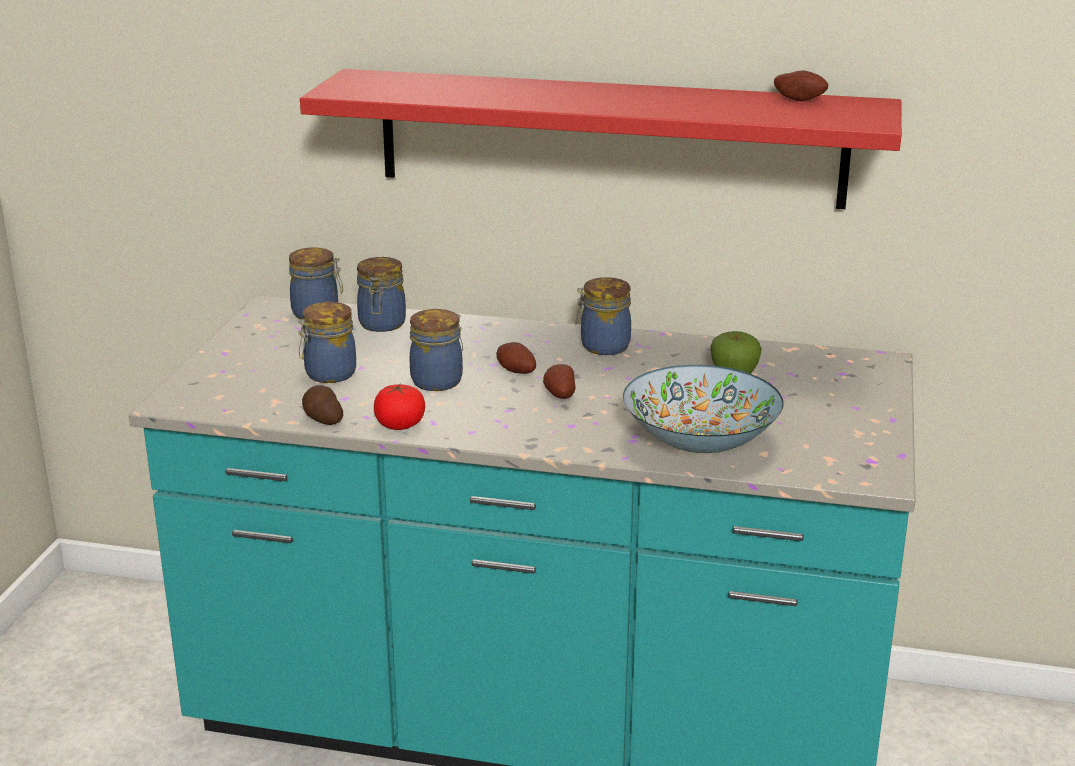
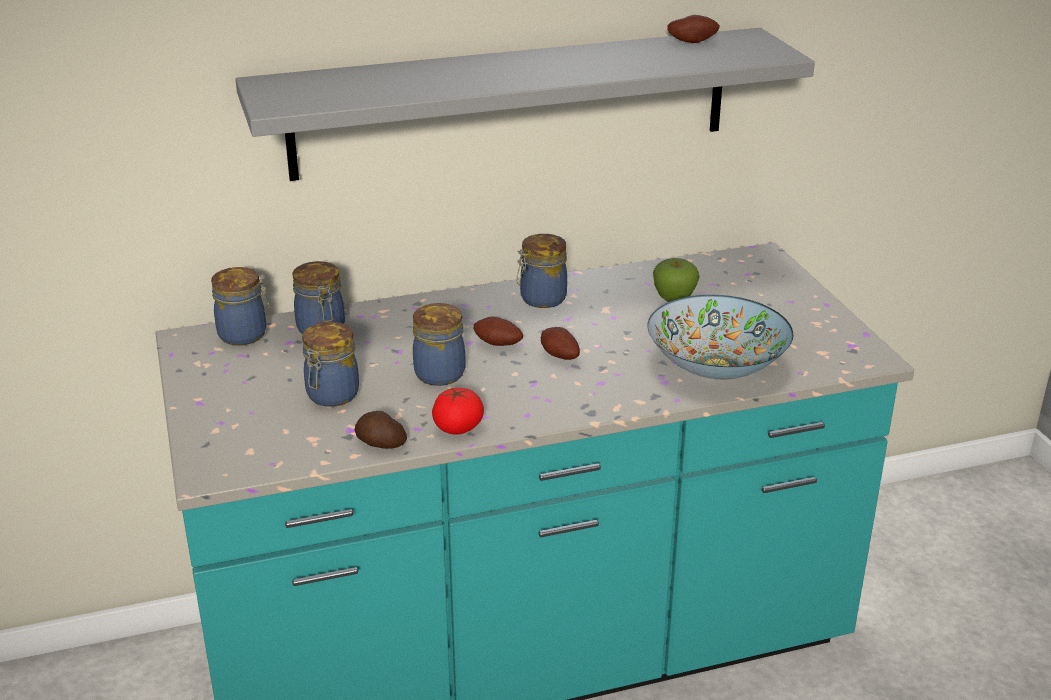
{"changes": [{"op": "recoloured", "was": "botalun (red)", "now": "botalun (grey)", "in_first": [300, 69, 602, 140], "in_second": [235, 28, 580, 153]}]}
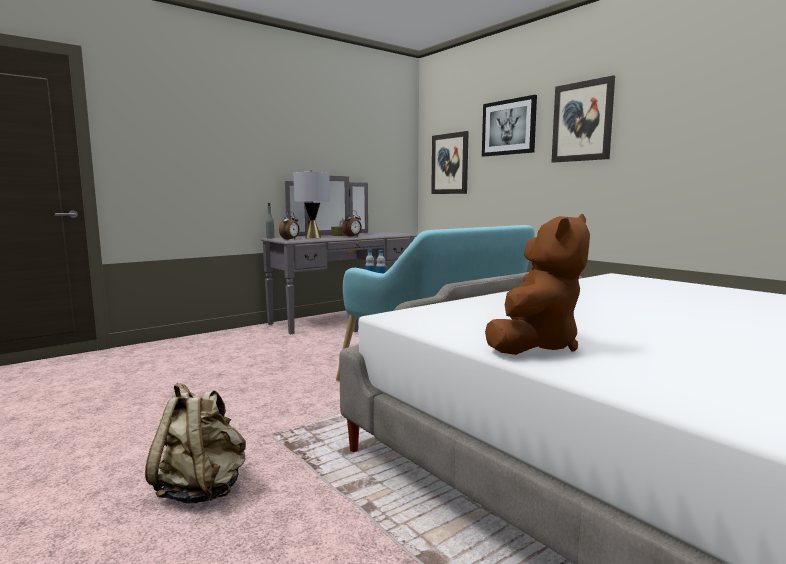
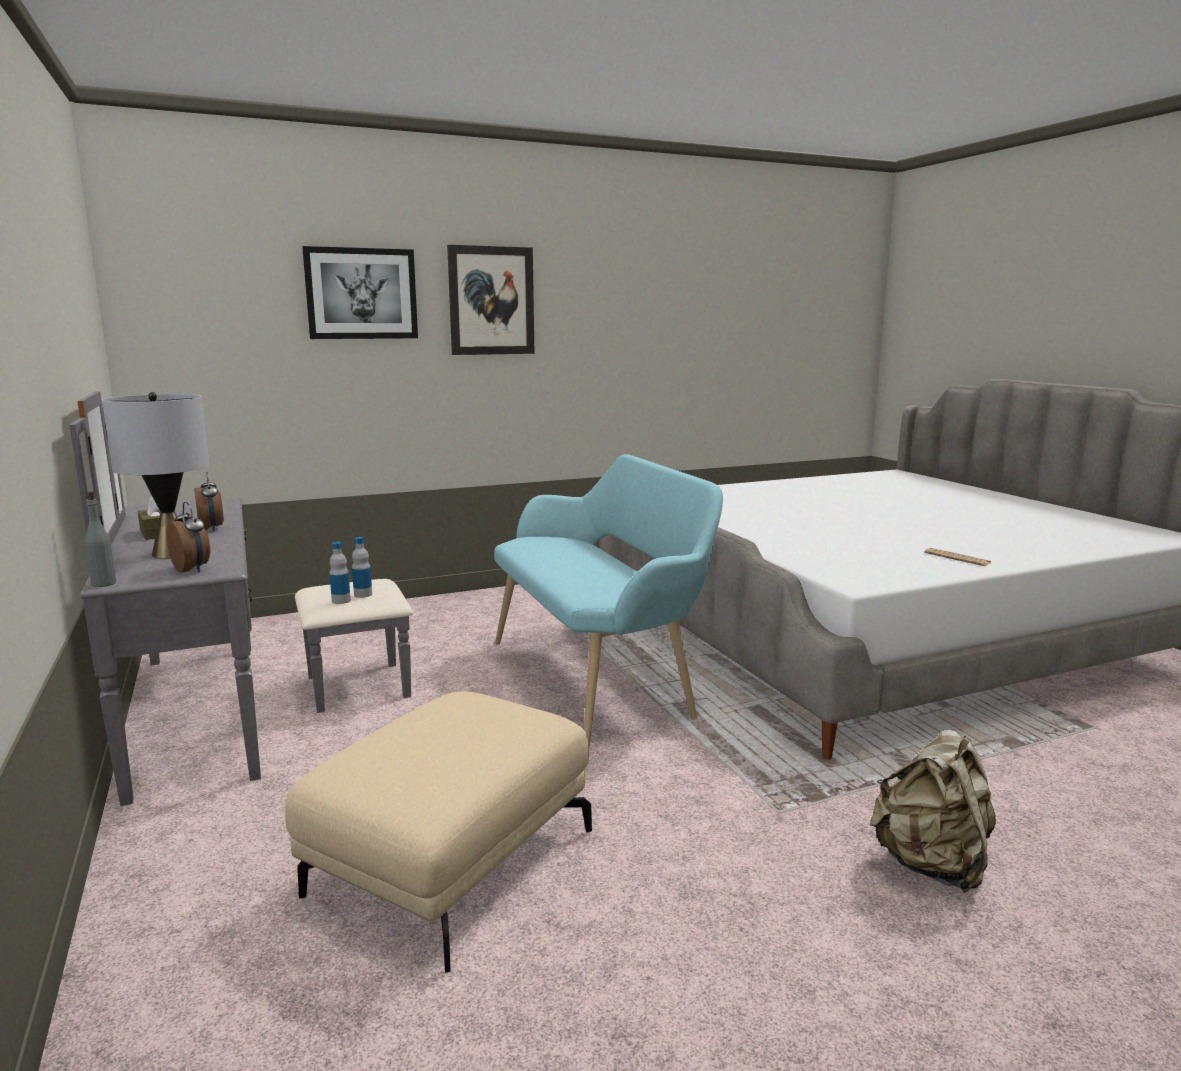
{"changes": [{"op": "removed", "was": "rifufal", "in_first": [431, 131, 38, 63]}, {"op": "added", "now": "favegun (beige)", "in_second": [285, 692, 307, 281]}, {"op": "replaced", "was": "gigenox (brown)", "now": "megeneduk", "in_first": [485, 214, 105, 141], "in_second": [925, 548, 66, 18]}]}
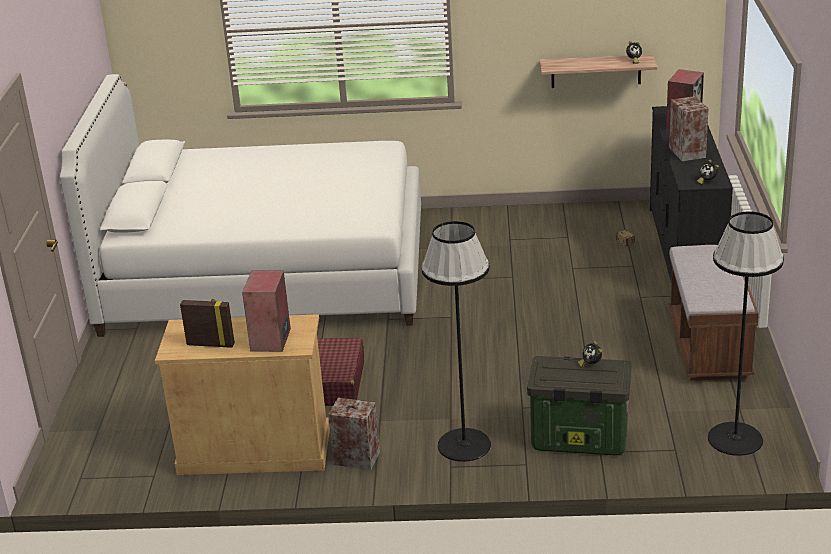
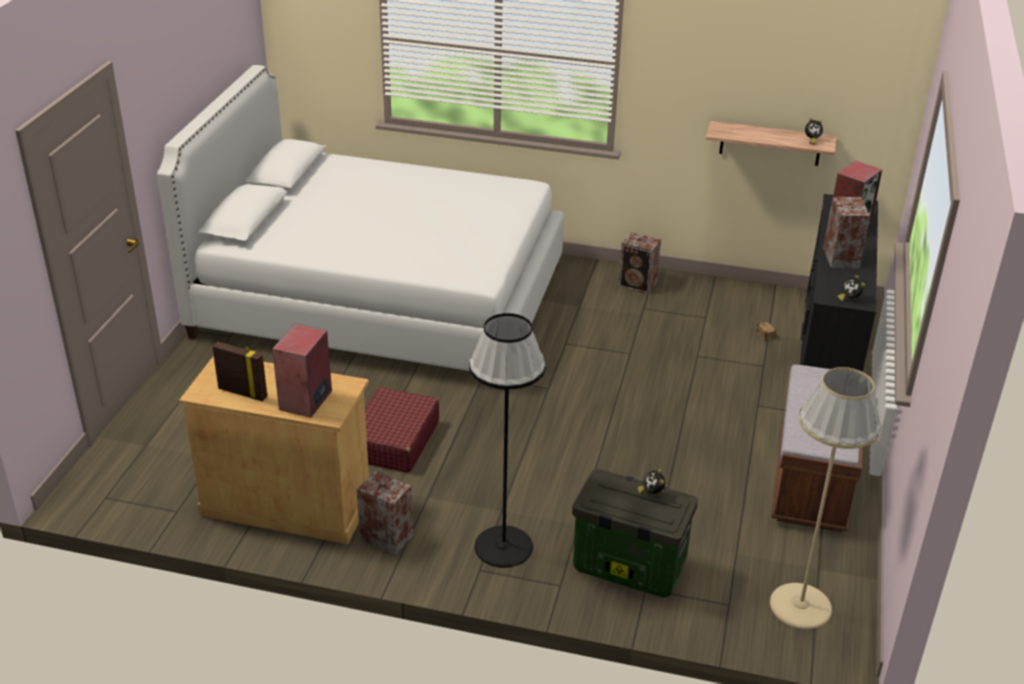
{"changes": [{"op": "added", "now": "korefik", "in_second": [618, 232, 43, 62]}, {"op": "recoloured", "was": "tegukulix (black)", "now": "tegukulix (beige)", "in_first": [708, 211, 76, 245], "in_second": [770, 367, 112, 262]}]}
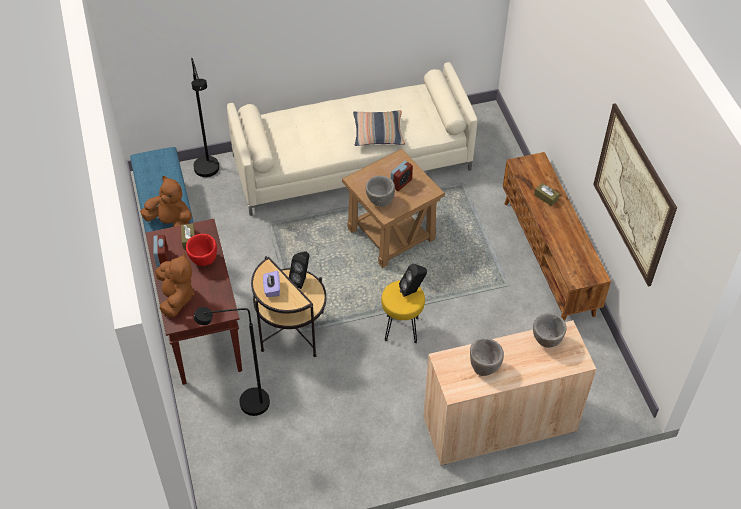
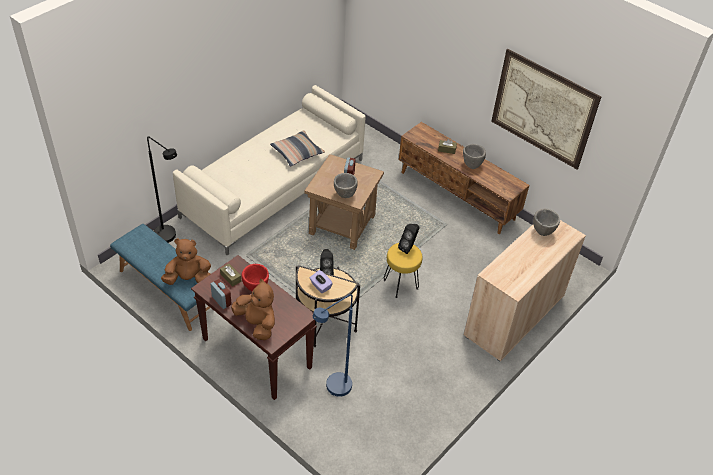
{"changes": [{"op": "moved", "was": "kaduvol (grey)", "in_first": [470, 338, 34, 38], "in_second": [463, 144, 23, 25]}, {"op": "recoloured", "was": "tegukulix (black)", "now": "tegukulix (blue)", "in_first": [194, 307, 76, 109], "in_second": [313, 294, 40, 103]}]}
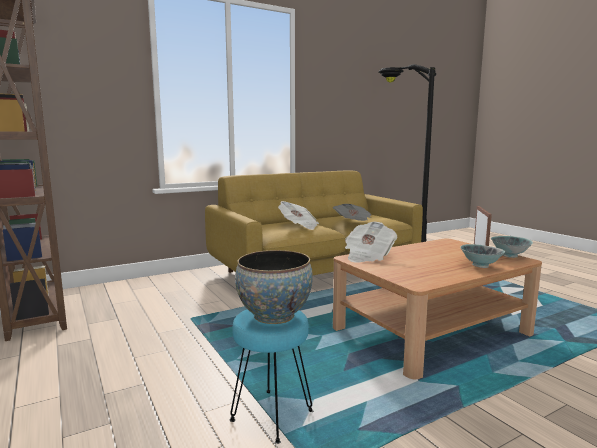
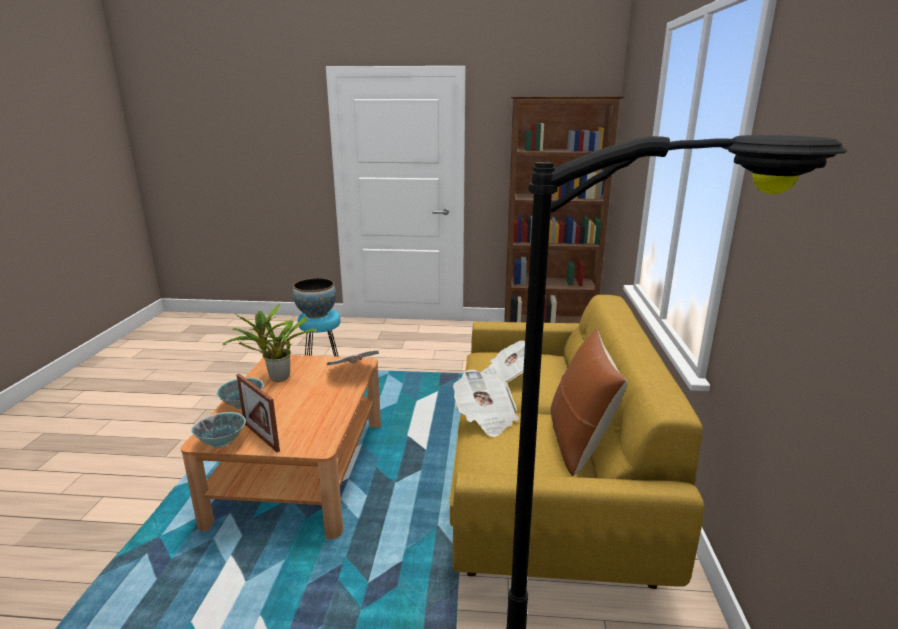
{"changes": [{"op": "added", "now": "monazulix", "in_second": [222, 304, 94, 78]}, {"op": "added", "now": "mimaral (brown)", "in_second": [551, 328, 77, 148]}]}
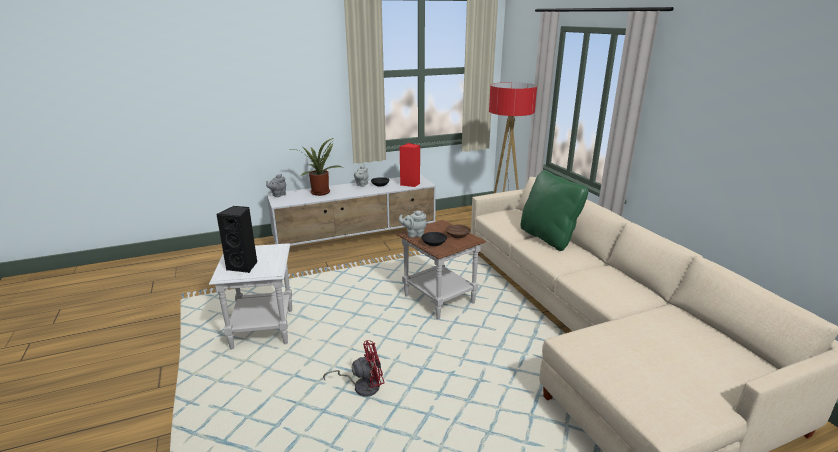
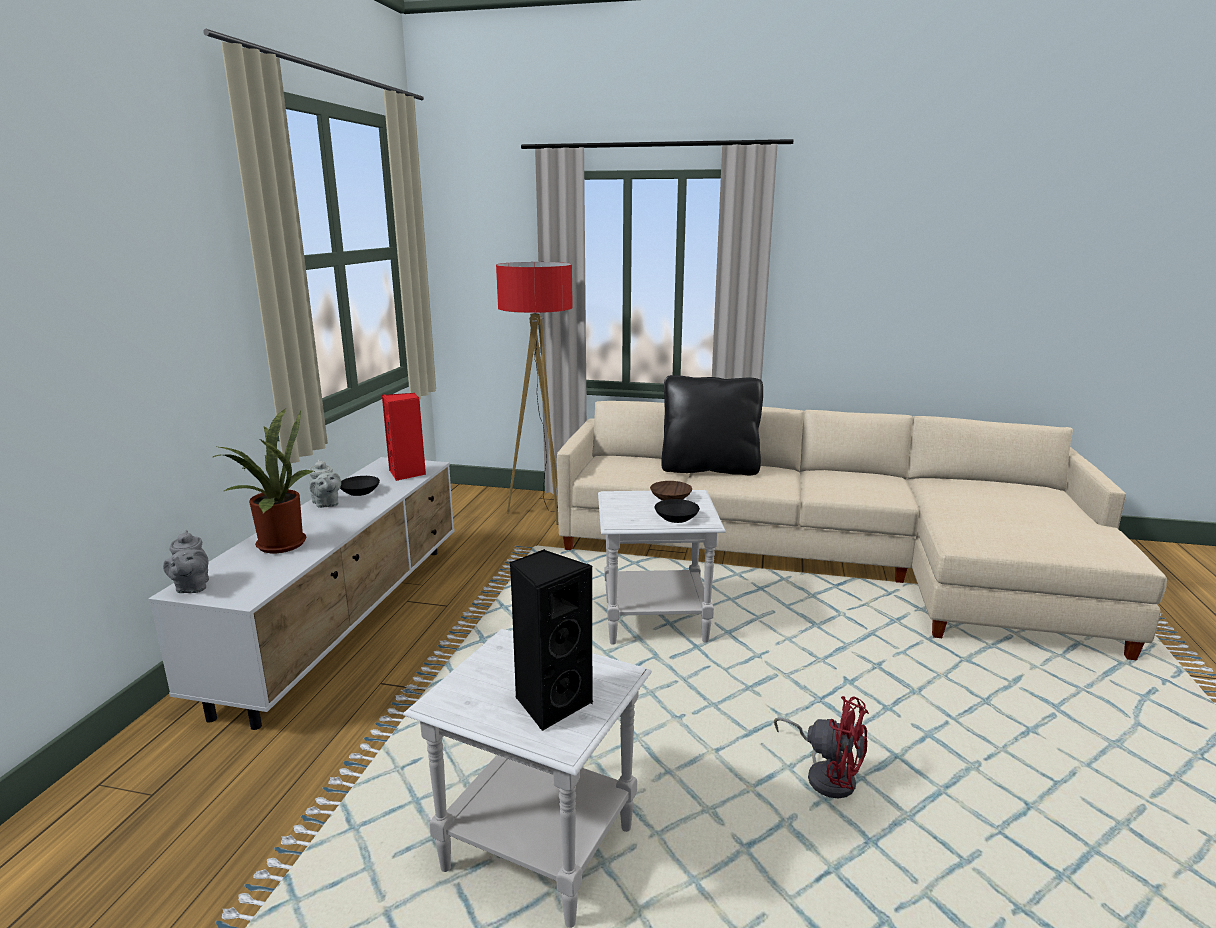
{"changes": [{"op": "removed", "was": "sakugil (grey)", "in_first": [399, 210, 28, 28]}, {"op": "recoloured", "was": "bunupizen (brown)", "now": "bunupizen (white)", "in_first": [397, 220, 89, 99], "in_second": [598, 490, 128, 155]}, {"op": "recoloured", "was": "mimaral (green)", "now": "mimaral (black)", "in_first": [520, 170, 68, 81], "in_second": [661, 375, 102, 100]}, {"op": "turned", "was": "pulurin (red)", "in_first": [323, 340, 62, 56], "in_second": [774, 696, 95, 102], "clockwise": 105}]}
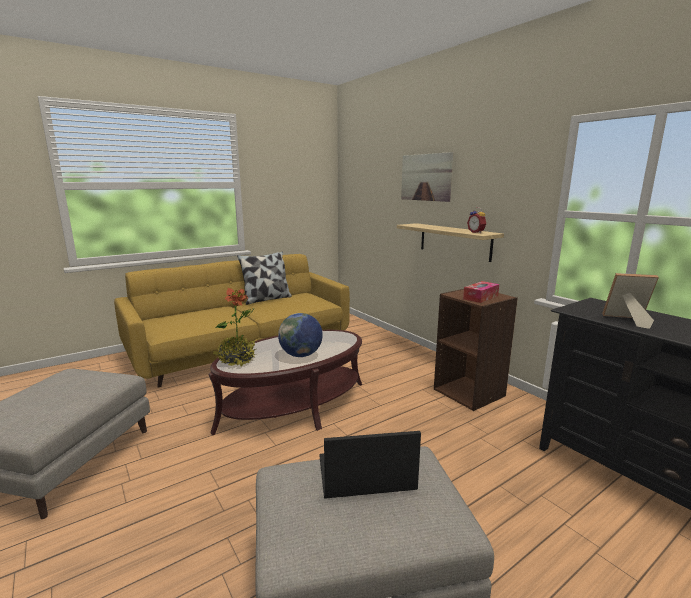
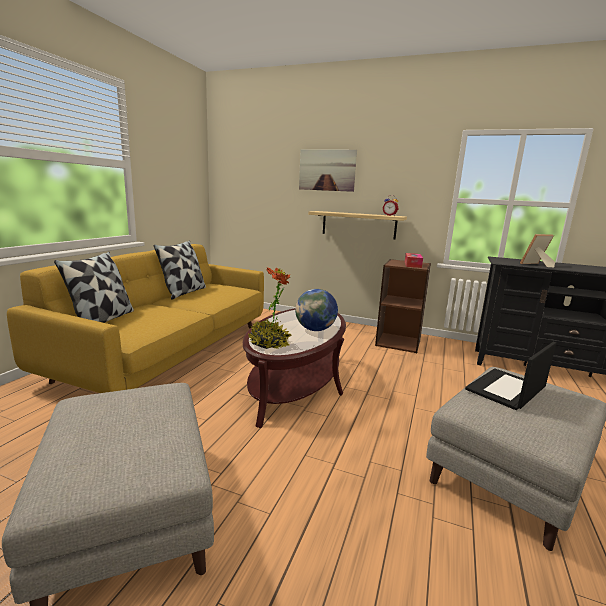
{"changes": [{"op": "added", "now": "mimaral", "in_second": [54, 252, 80, 71]}]}
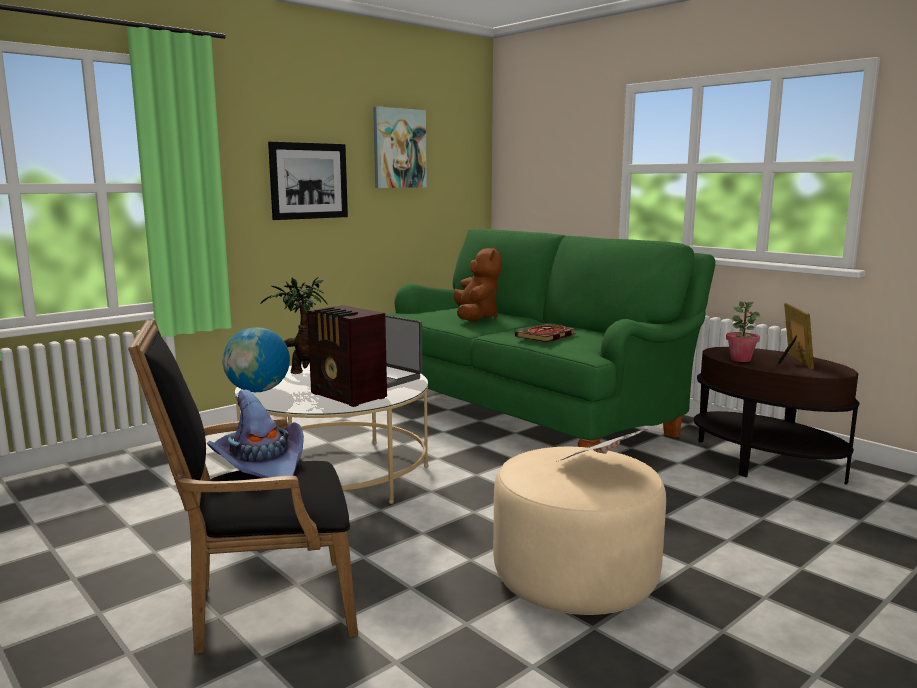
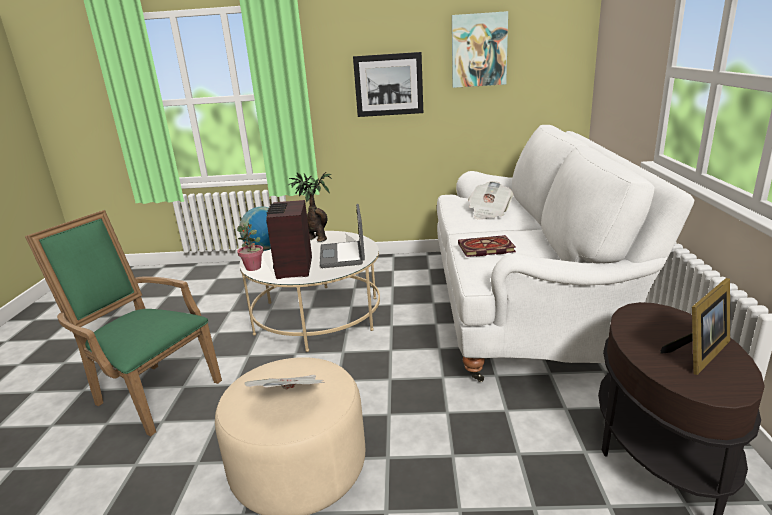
{"changes": [{"op": "removed", "was": "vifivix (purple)", "in_first": [207, 390, 97, 88]}, {"op": "moved", "was": "monazulix", "in_first": [726, 301, 34, 61], "in_second": [237, 223, 27, 48]}, {"op": "replaced", "was": "gigenox (brown)", "now": "megeneduk", "in_first": [454, 246, 47, 75], "in_second": [468, 181, 46, 39]}, {"op": "recoloured", "was": "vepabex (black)", "now": "vepabex (green)", "in_first": [128, 318, 230, 336], "in_second": [25, 210, 197, 226]}, {"op": "recoloured", "was": "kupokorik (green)", "now": "kupokorik (white)", "in_first": [385, 229, 330, 219], "in_second": [437, 125, 257, 257]}]}
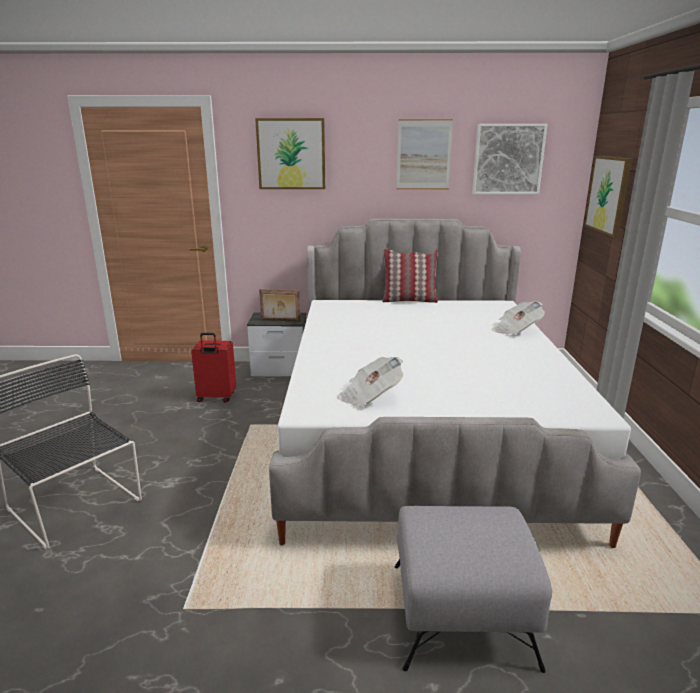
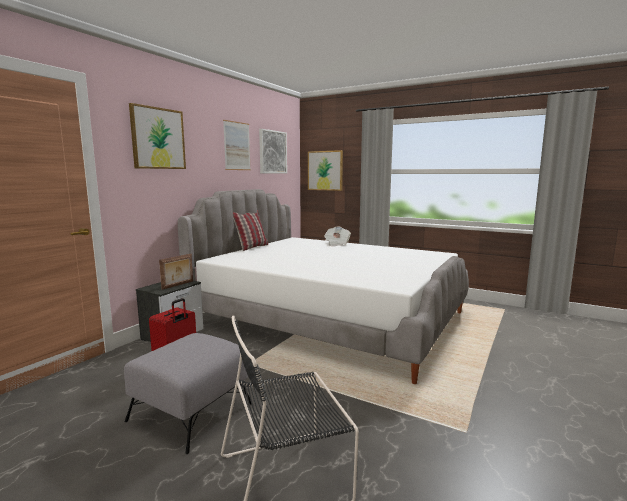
{"changes": [{"op": "removed", "was": "megeneduk", "in_first": [337, 357, 67, 50]}, {"op": "moved", "was": "favegun (grey)", "in_first": [395, 506, 157, 167], "in_second": [124, 333, 127, 121]}]}
